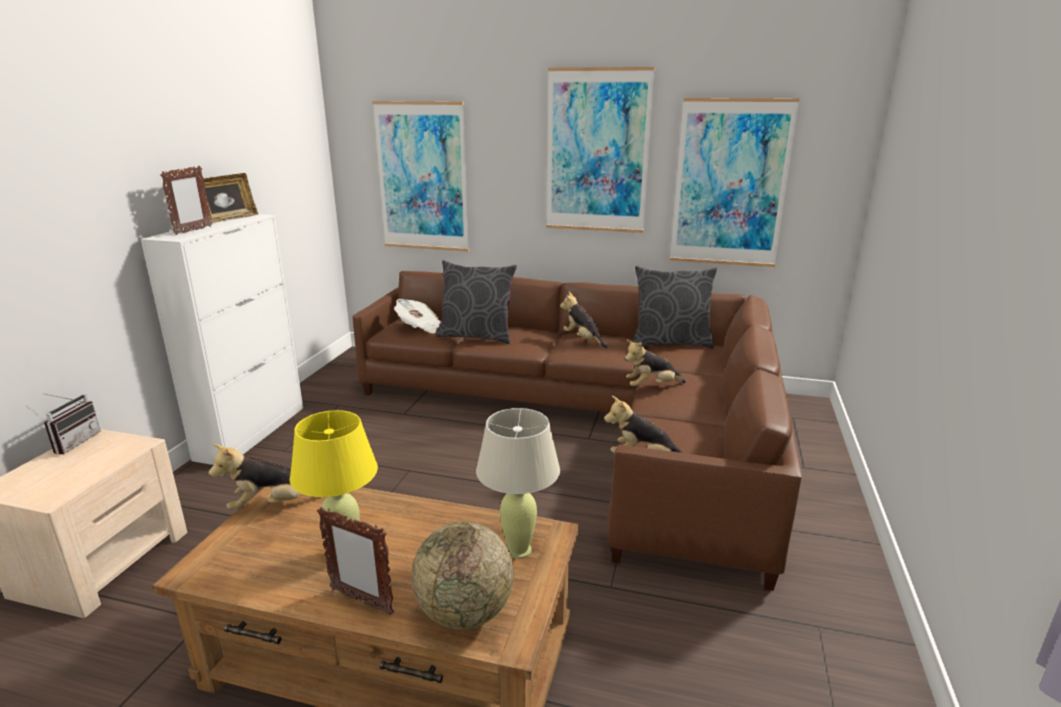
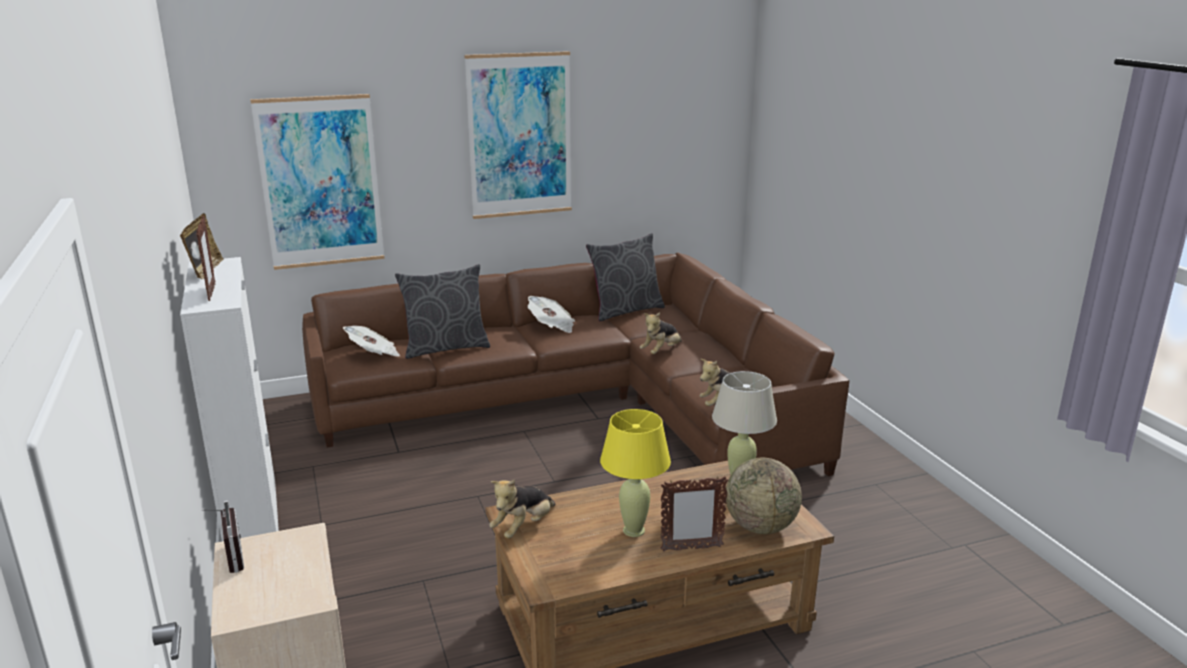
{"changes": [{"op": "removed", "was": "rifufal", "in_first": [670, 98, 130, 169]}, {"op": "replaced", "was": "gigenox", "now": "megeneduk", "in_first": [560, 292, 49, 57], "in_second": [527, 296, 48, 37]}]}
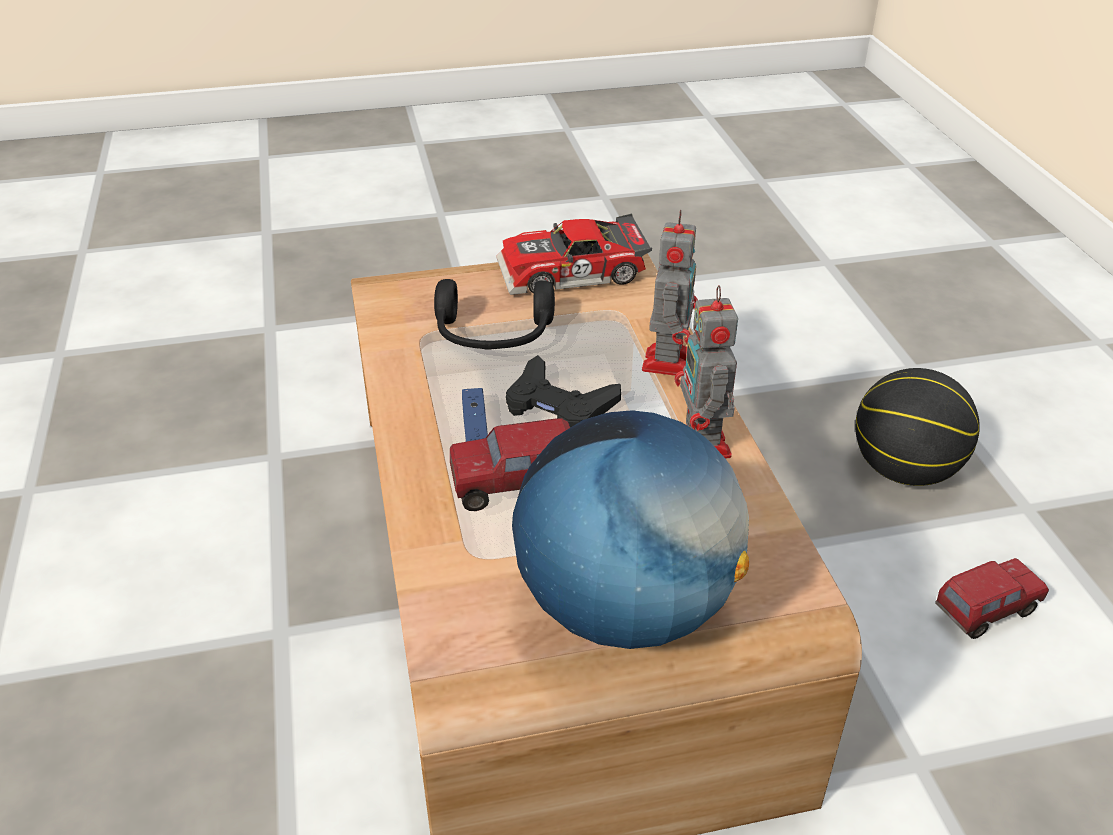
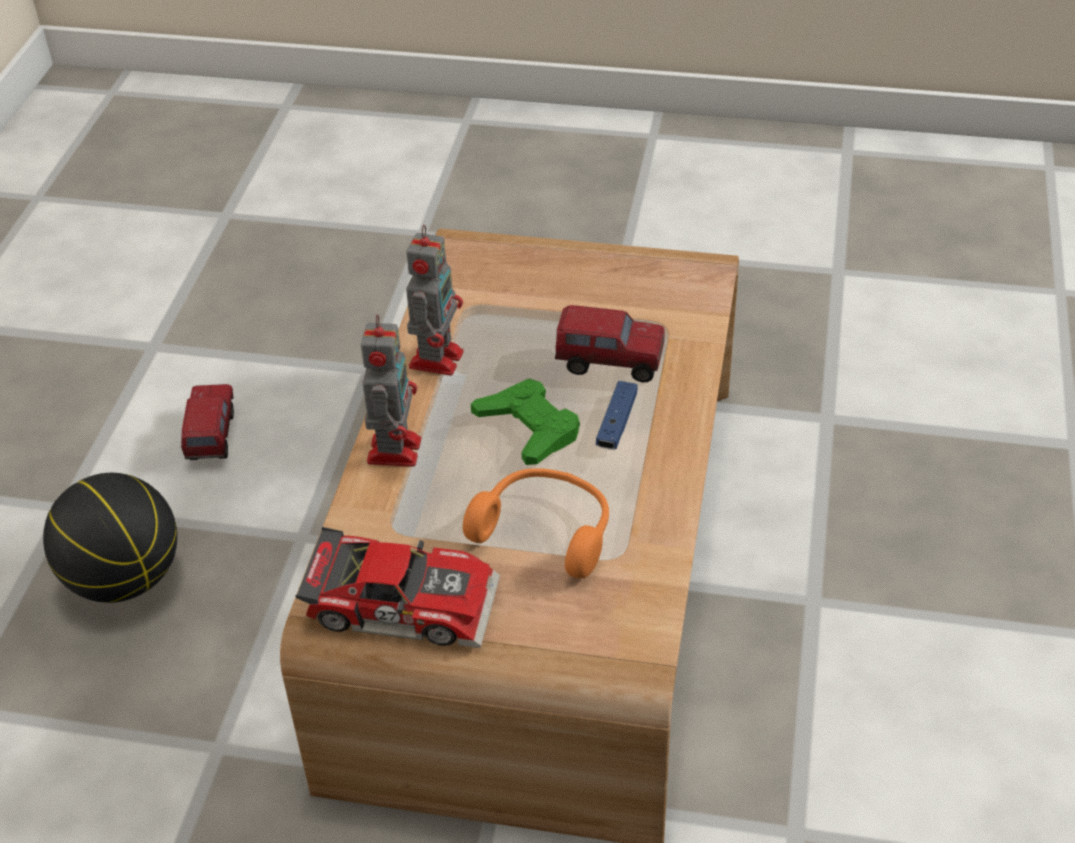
{"changes": [{"op": "removed", "was": "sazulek", "in_first": [512, 410, 237, 239]}, {"op": "recoloured", "was": "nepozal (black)", "now": "nepozal (orange)", "in_first": [434, 279, 121, 71], "in_second": [463, 468, 146, 111]}, {"op": "recoloured", "was": "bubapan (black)", "now": "bubapan (green)", "in_first": [506, 355, 115, 73], "in_second": [471, 378, 109, 87]}, {"op": "turned", "was": "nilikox", "in_first": [642, 210, 56, 166], "in_second": [361, 315, 60, 152], "clockwise": 150}, {"op": "turned", "was": "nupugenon", "in_first": [935, 558, 114, 81], "in_second": [181, 384, 53, 76], "clockwise": 90}]}
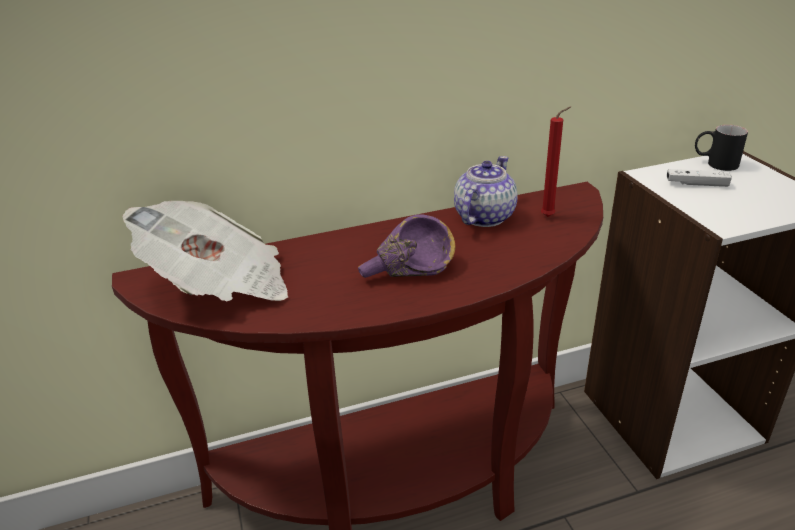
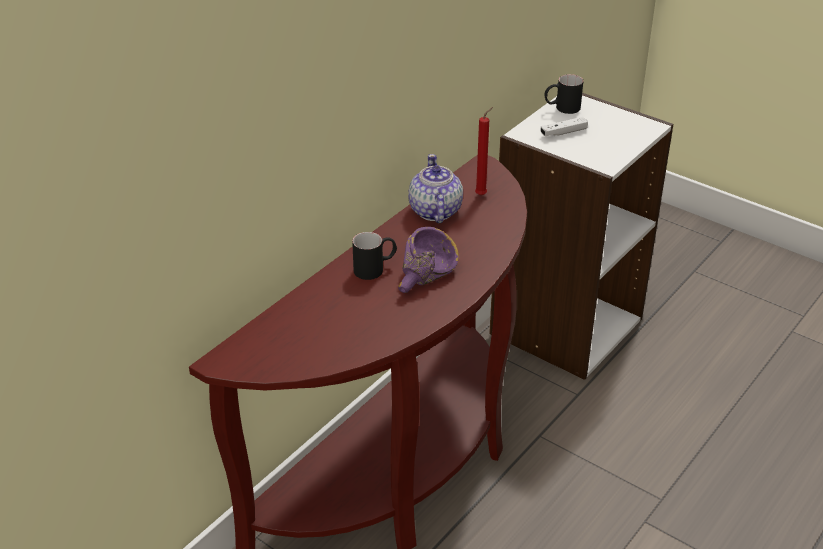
{"changes": [{"op": "removed", "was": "megeneduk", "in_first": [122, 201, 166, 100]}, {"op": "added", "now": "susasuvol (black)", "in_second": [352, 232, 45, 48]}]}
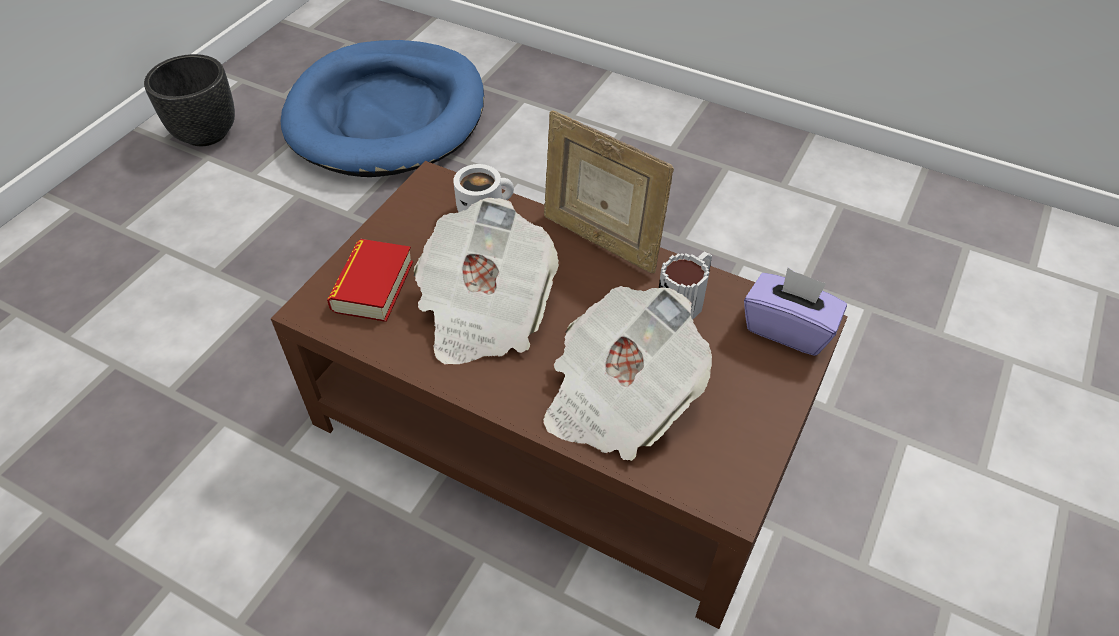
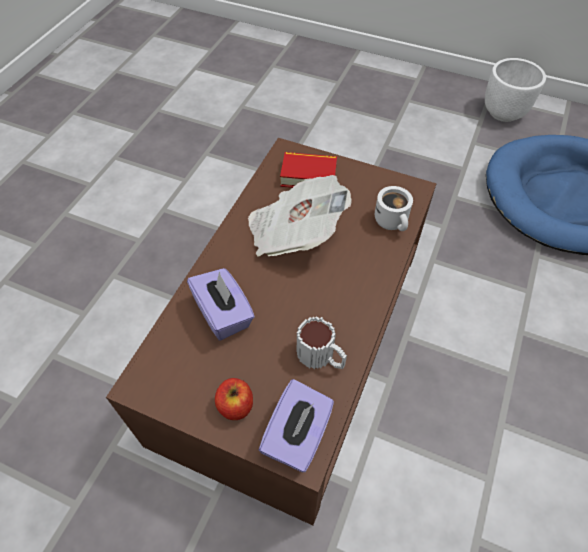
{"changes": [{"op": "removed", "was": "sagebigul", "in_first": [544, 110, 130, 163]}, {"op": "added", "now": "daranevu", "in_second": [215, 378, 38, 42]}, {"op": "replaced", "was": "megeneduk", "now": "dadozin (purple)", "in_first": [543, 286, 169, 175], "in_second": [187, 268, 68, 72]}, {"op": "recoloured", "was": "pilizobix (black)", "now": "pilizobix (white)", "in_first": [144, 54, 91, 92], "in_second": [485, 58, 61, 64]}]}
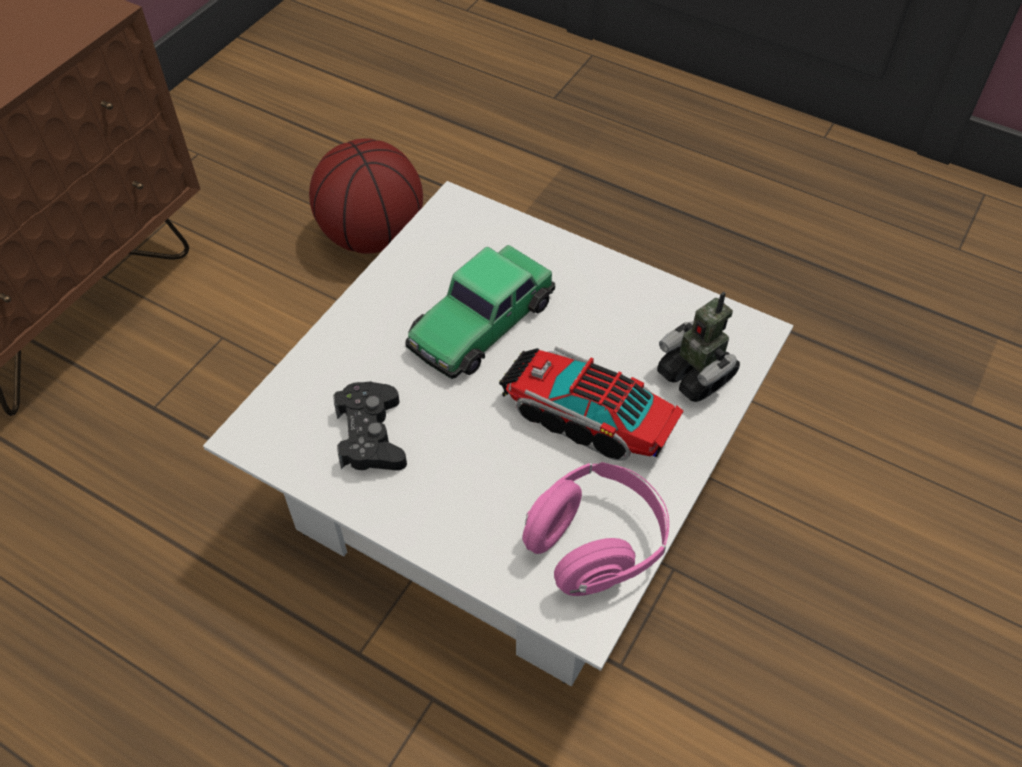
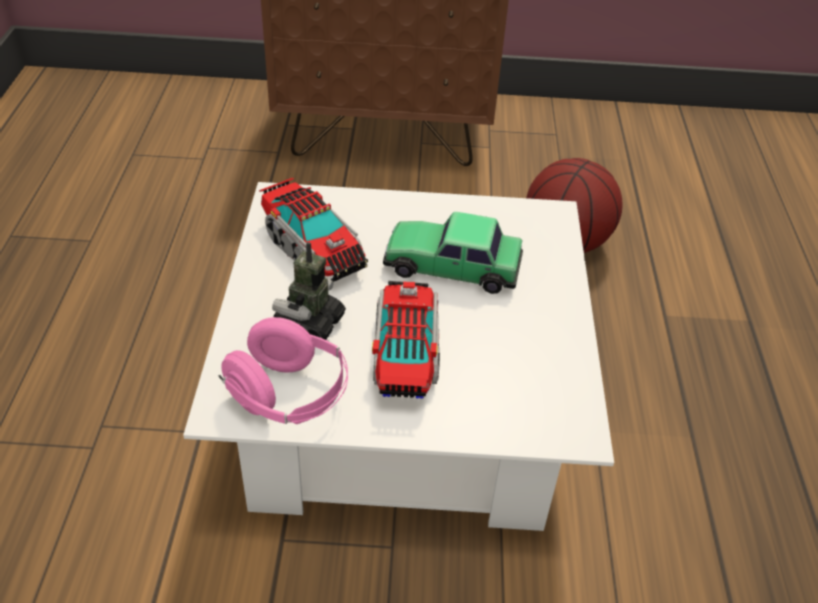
{"changes": [{"op": "moved", "was": "nilikox", "in_first": [657, 292, 83, 110], "in_second": [272, 242, 74, 98]}, {"op": "replaced", "was": "bubapan (black)", "now": "nupugenon", "in_first": [333, 381, 74, 90], "in_second": [259, 178, 109, 104]}]}
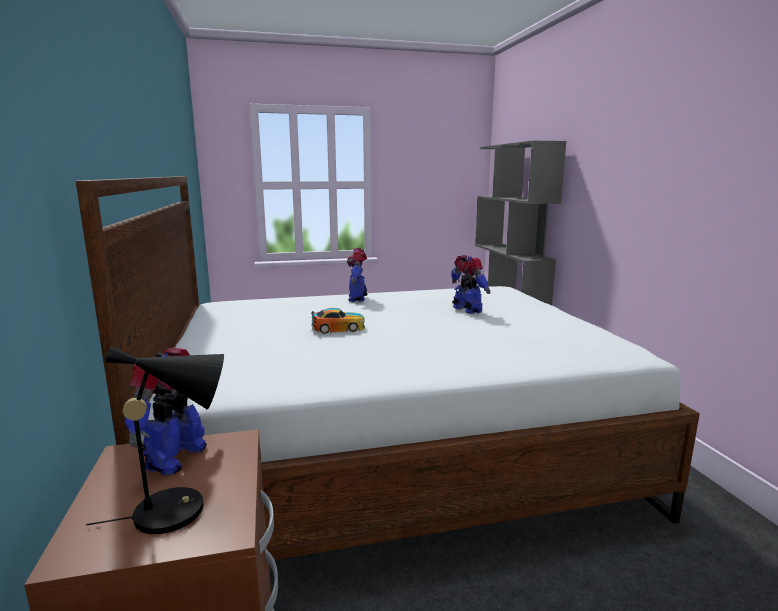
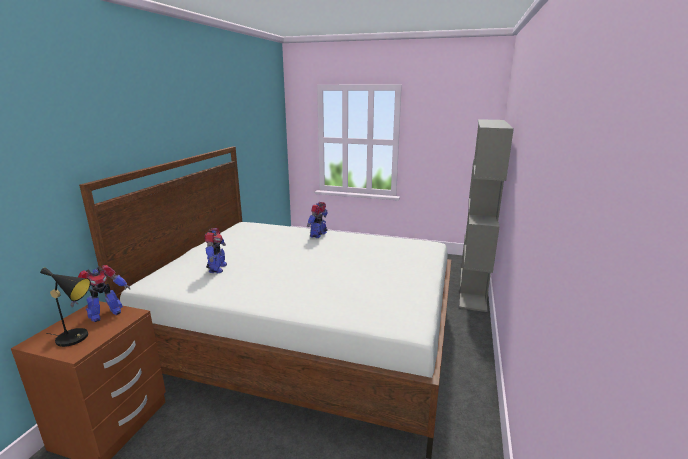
{"changes": [{"op": "removed", "was": "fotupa", "in_first": [311, 308, 54, 26]}, {"op": "moved", "was": "nilikox", "in_first": [451, 255, 39, 59], "in_second": [204, 228, 23, 45]}]}
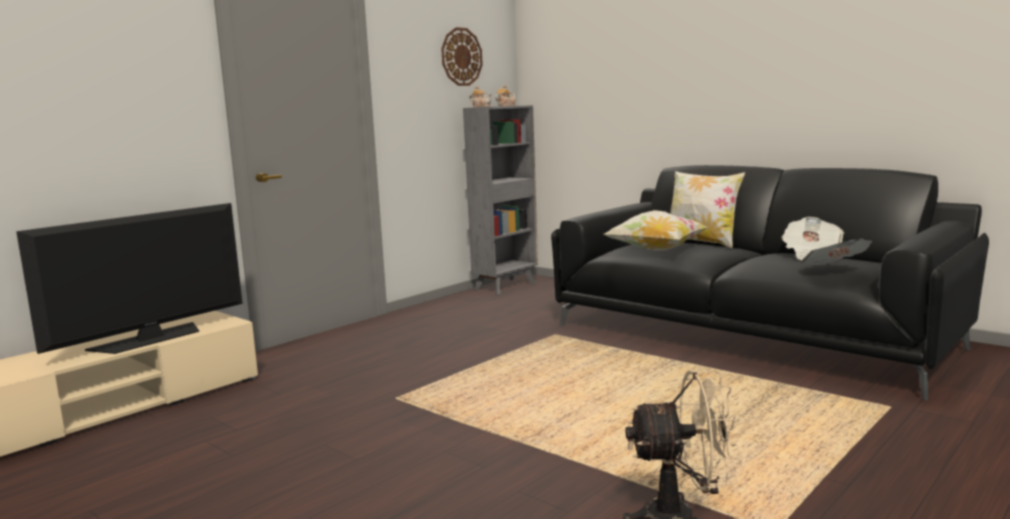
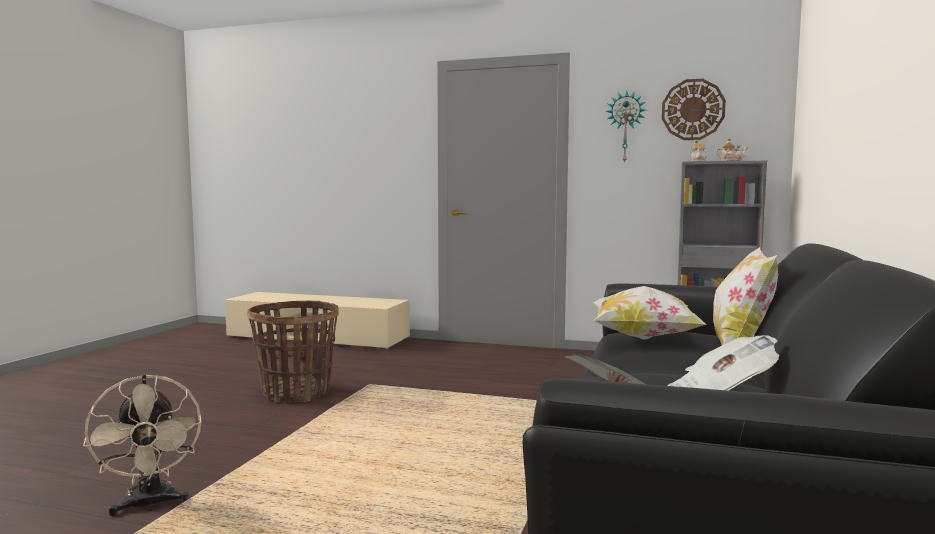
{"changes": [{"op": "removed", "was": "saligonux", "in_first": [16, 203, 227, 151]}, {"op": "added", "now": "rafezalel", "in_second": [247, 301, 92, 102]}, {"op": "added", "now": "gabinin", "in_second": [606, 91, 40, 73]}]}
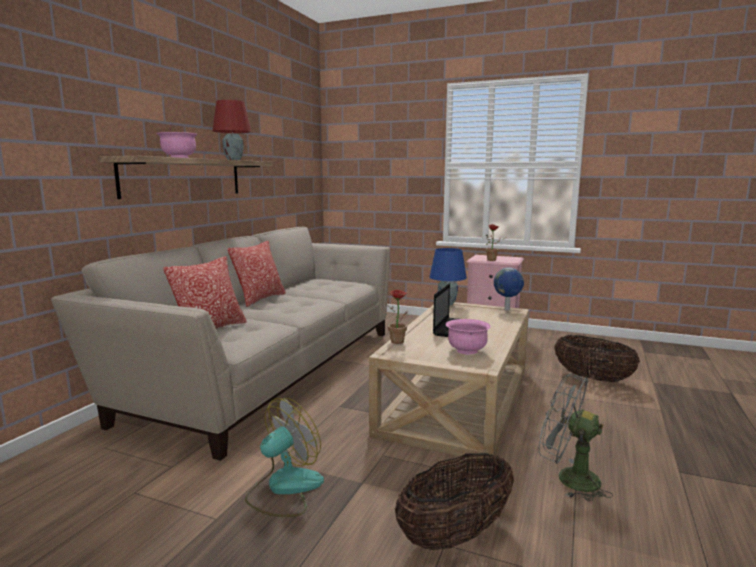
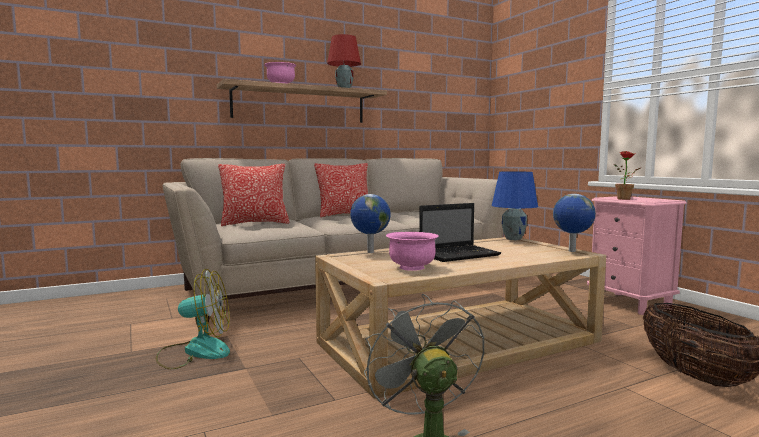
{"changes": [{"op": "removed", "was": "rafezalel", "in_first": [395, 453, 119, 97]}, {"op": "replaced", "was": "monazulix", "now": "sazulek", "in_first": [386, 289, 21, 55], "in_second": [350, 194, 41, 59]}]}
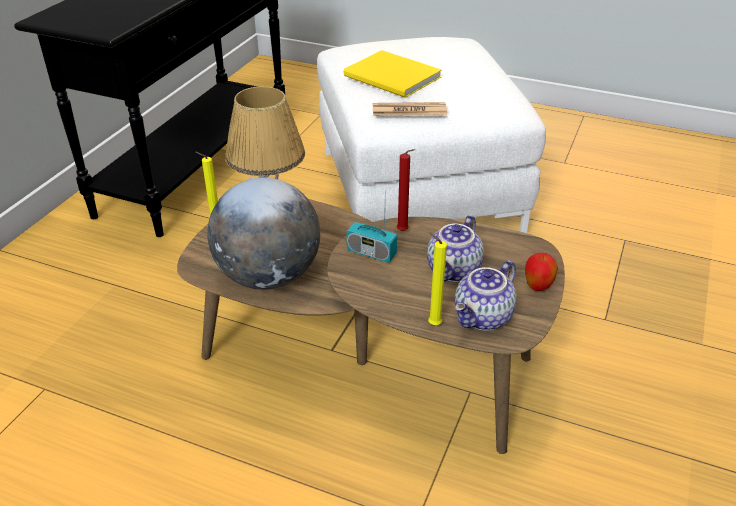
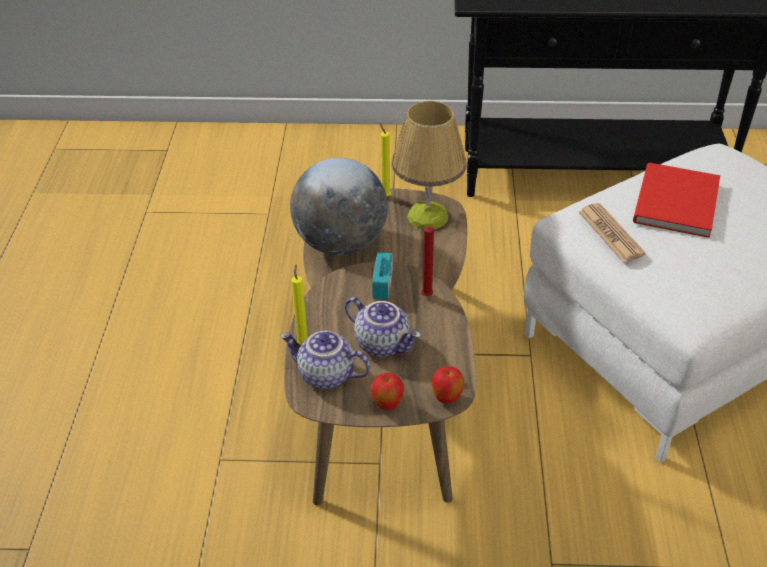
{"changes": [{"op": "added", "now": "daranevu", "in_second": [432, 366, 32, 37]}, {"op": "recoloured", "was": "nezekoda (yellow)", "now": "nezekoda (red)", "in_first": [344, 50, 98, 48], "in_second": [633, 163, 87, 75]}, {"op": "turned", "was": "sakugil", "in_first": [427, 215, 57, 67], "in_second": [345, 297, 76, 60], "clockwise": -150}]}
